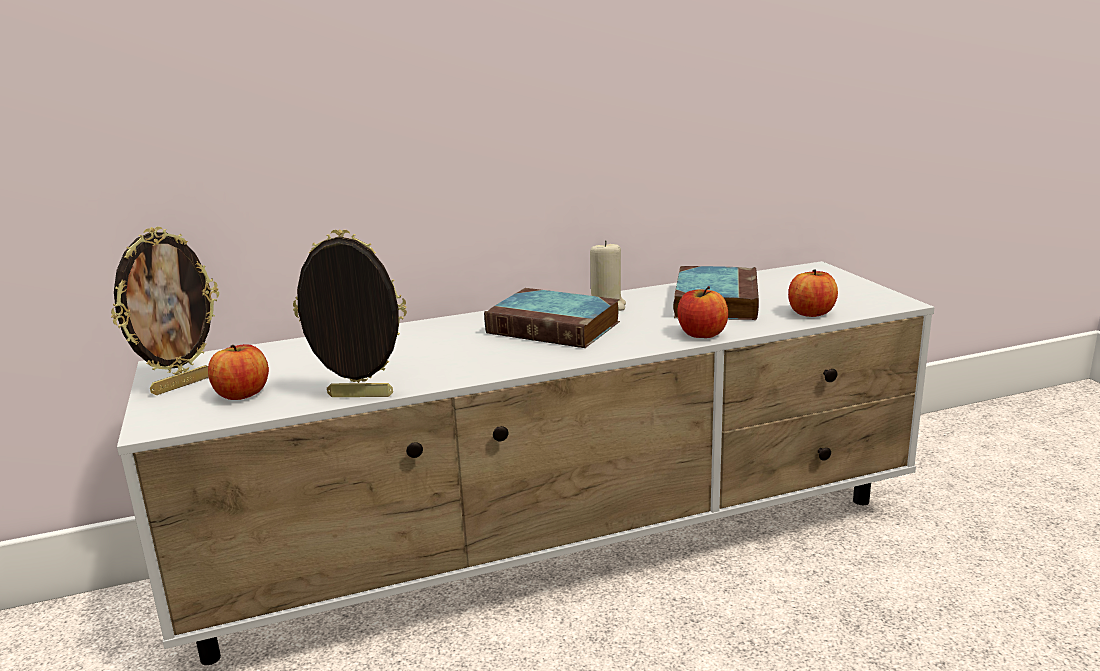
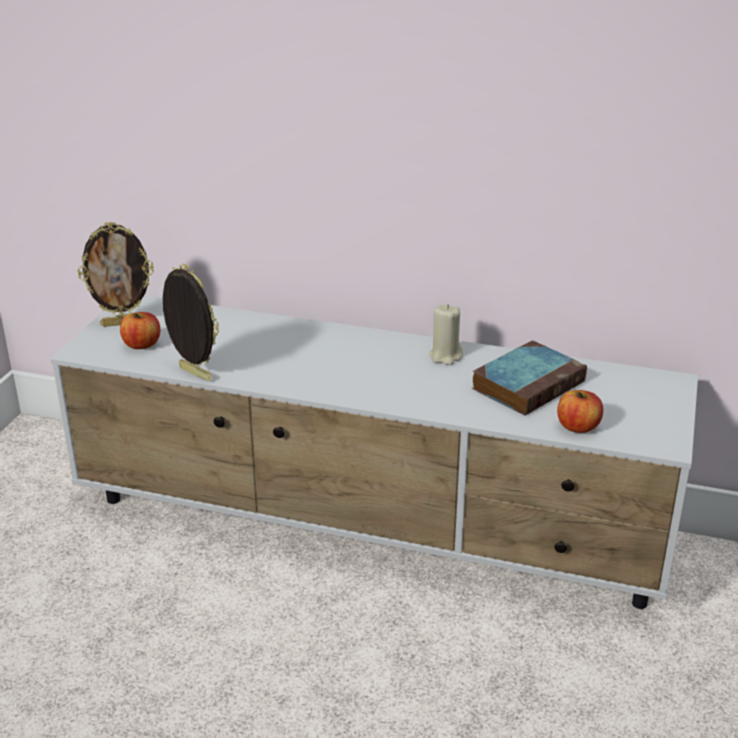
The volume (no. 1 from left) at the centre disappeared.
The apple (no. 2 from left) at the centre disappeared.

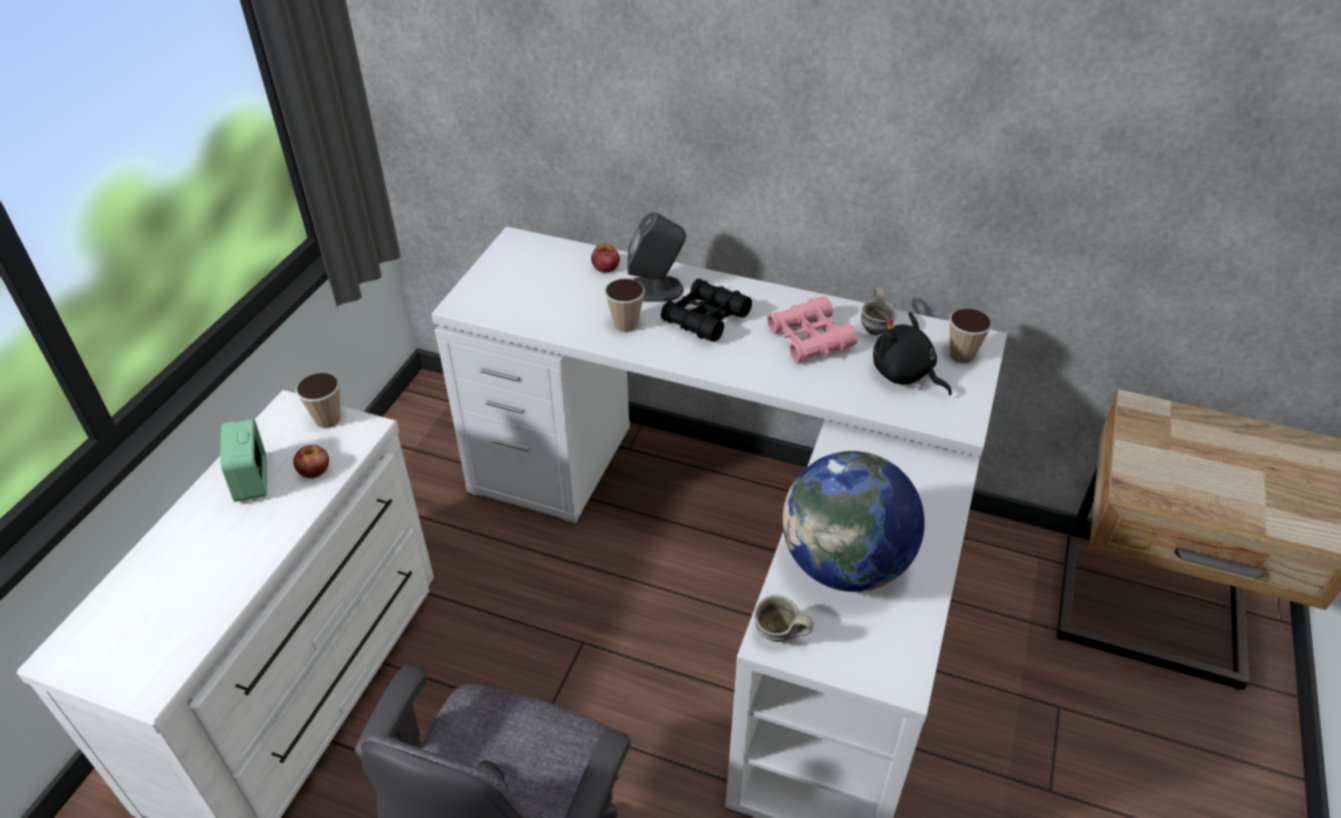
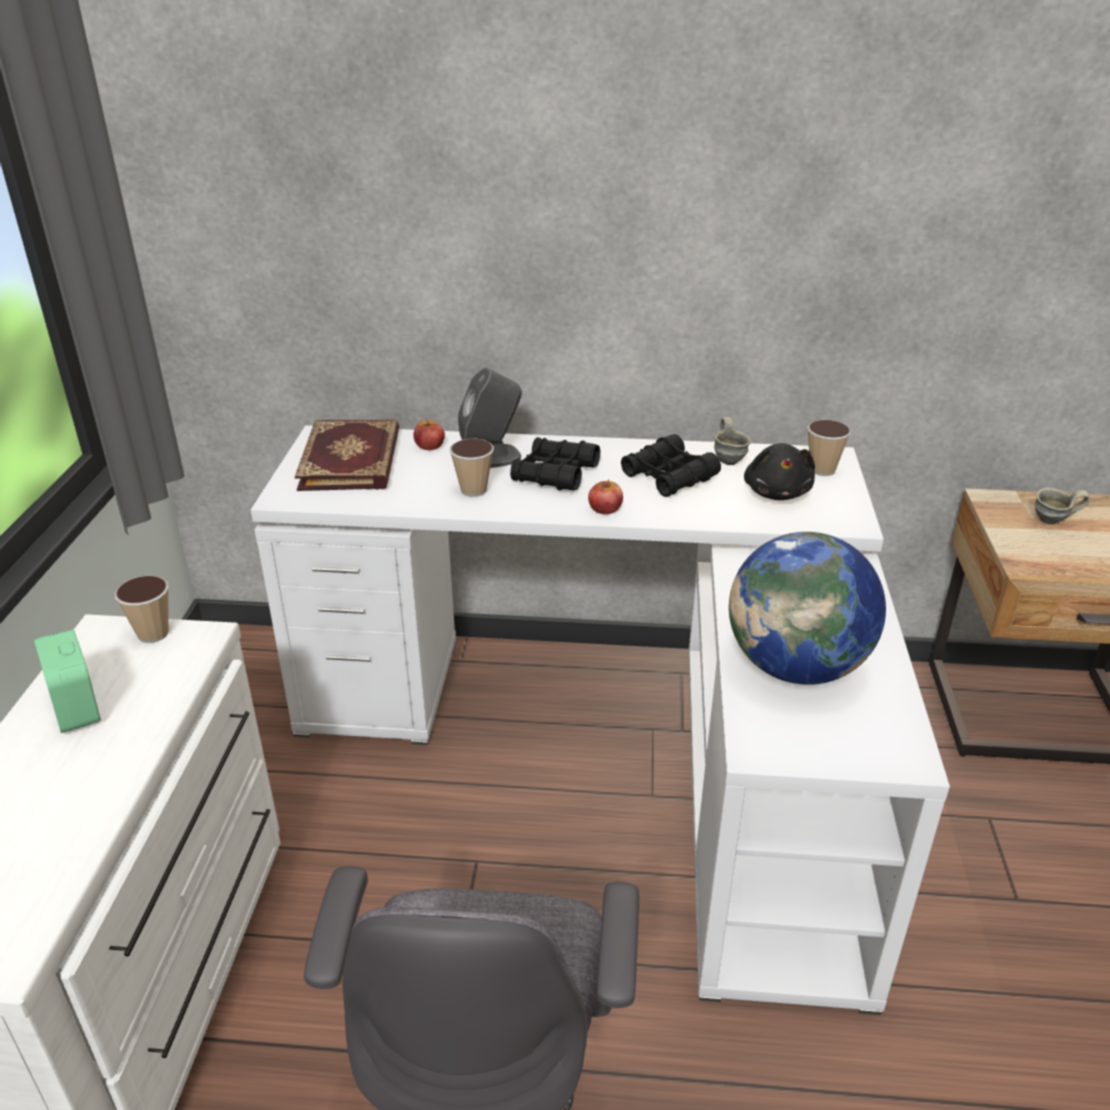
The volume at the middle left appeared.
The apple (no. 1 from left in the first image) moved from the middle left to the centre.
The mug/grey (no. 1 from left in the first image) moved from the bottom centre to the middle right.
The binoculars/pink-coloured at the centre became the binoculars/blackish (no. 2 from left) at the centre.
The plush toy/blackish at the middle right turned 120 degrees counterclockwise.

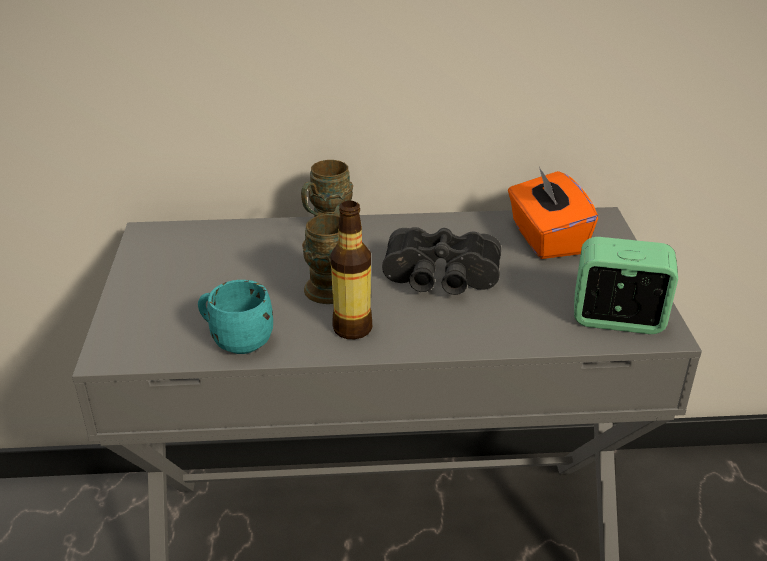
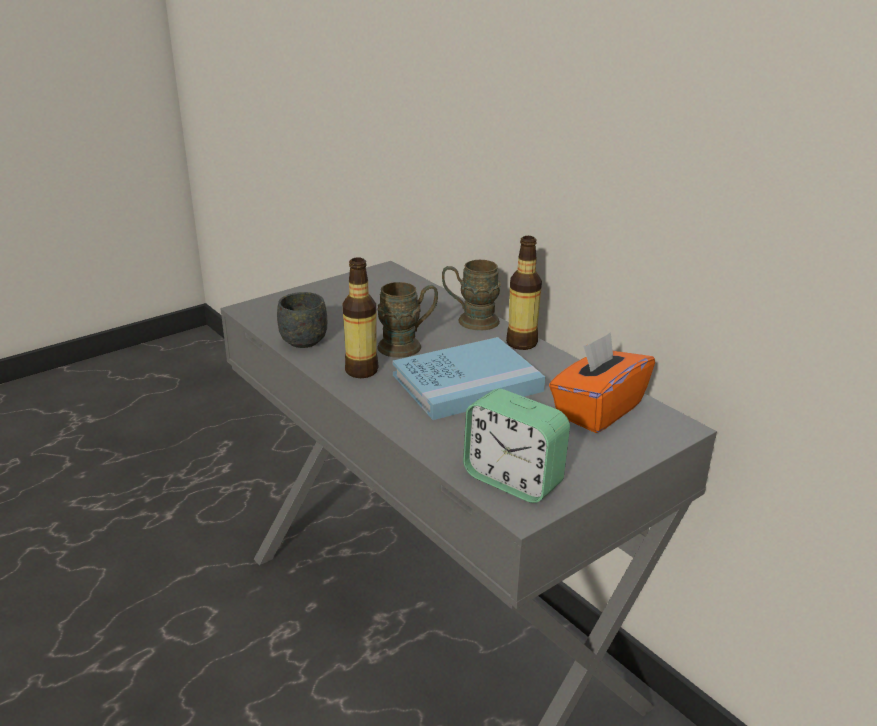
The drink bottle (no. 2 from left) at the centre appeared.
The binoculars/blackish at the centre was replaced by the volume/blue at the centre.
The mug/turquoise at the middle left became the mug/grey at the centre.
The bedside clock at the middle right turned 150 degrees clockwise.

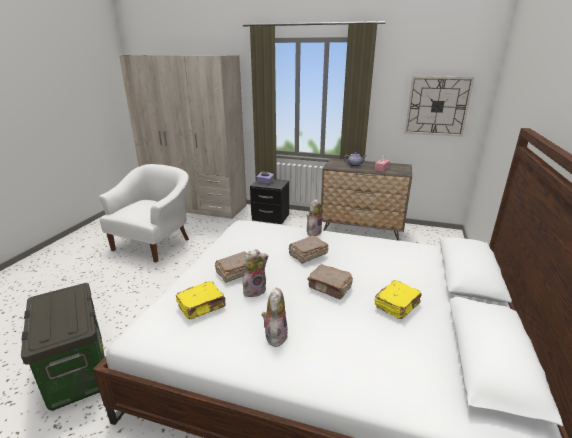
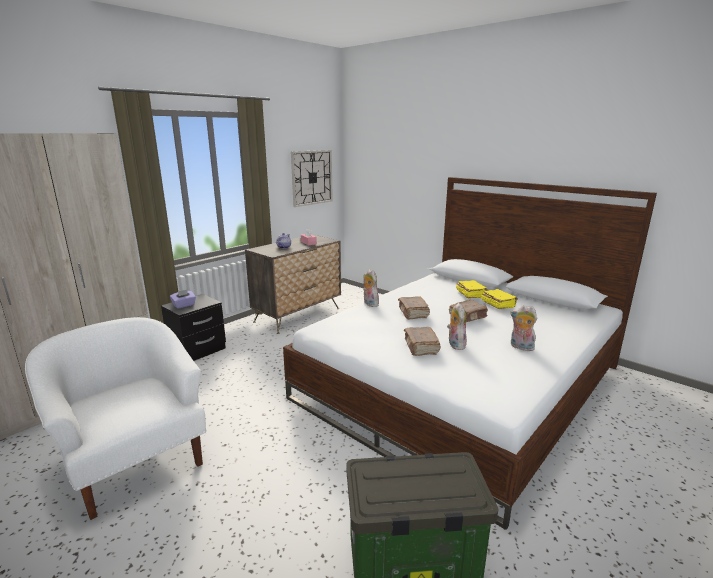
The volume/yellow (no. 1 from left) moved from the bottom centre to the centre.

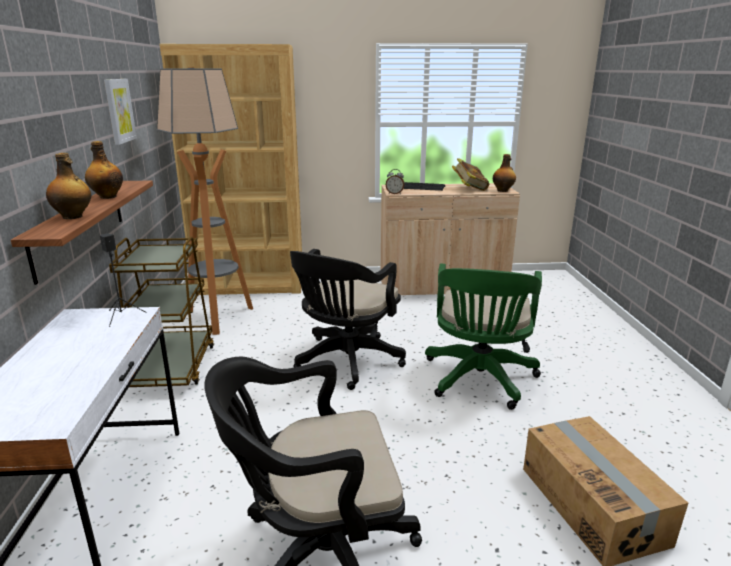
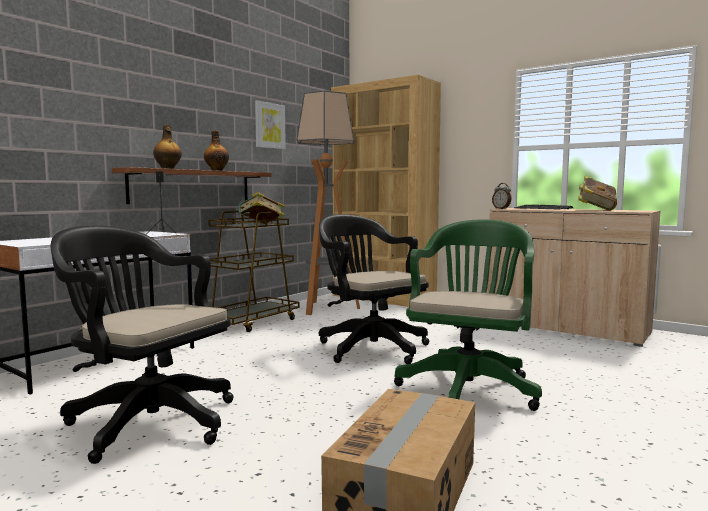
The drink bottle (no. 3 from left) at the top right disappeared.
The volume (no. 1 from left) at the centre appeared.
The computer chair/blackish (no. 2 from left) at the centre turned 75 degrees clockwise.
The computer chair/green at the centre turned 150 degrees clockwise.

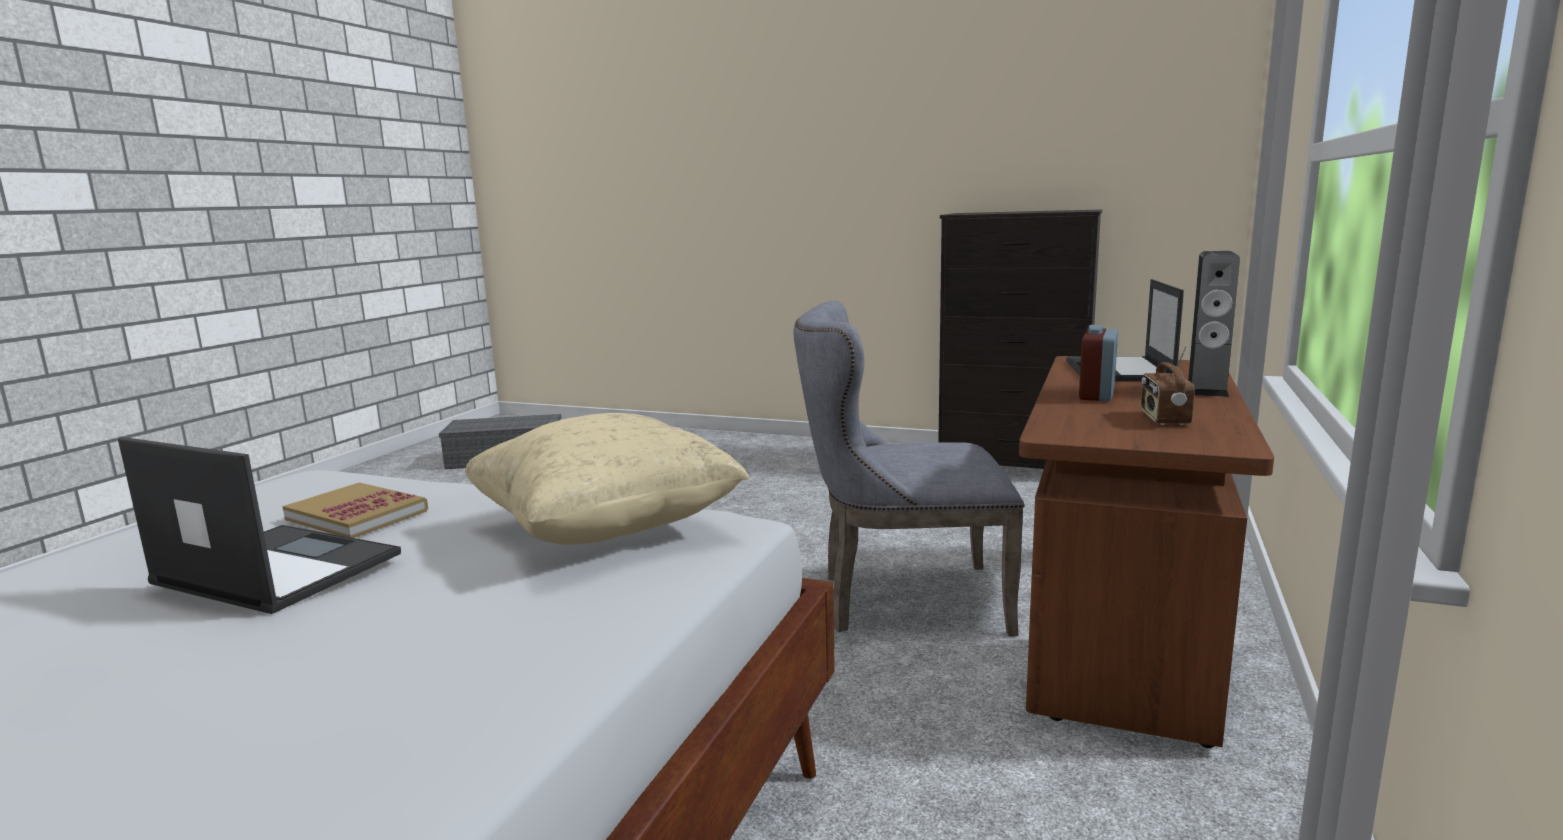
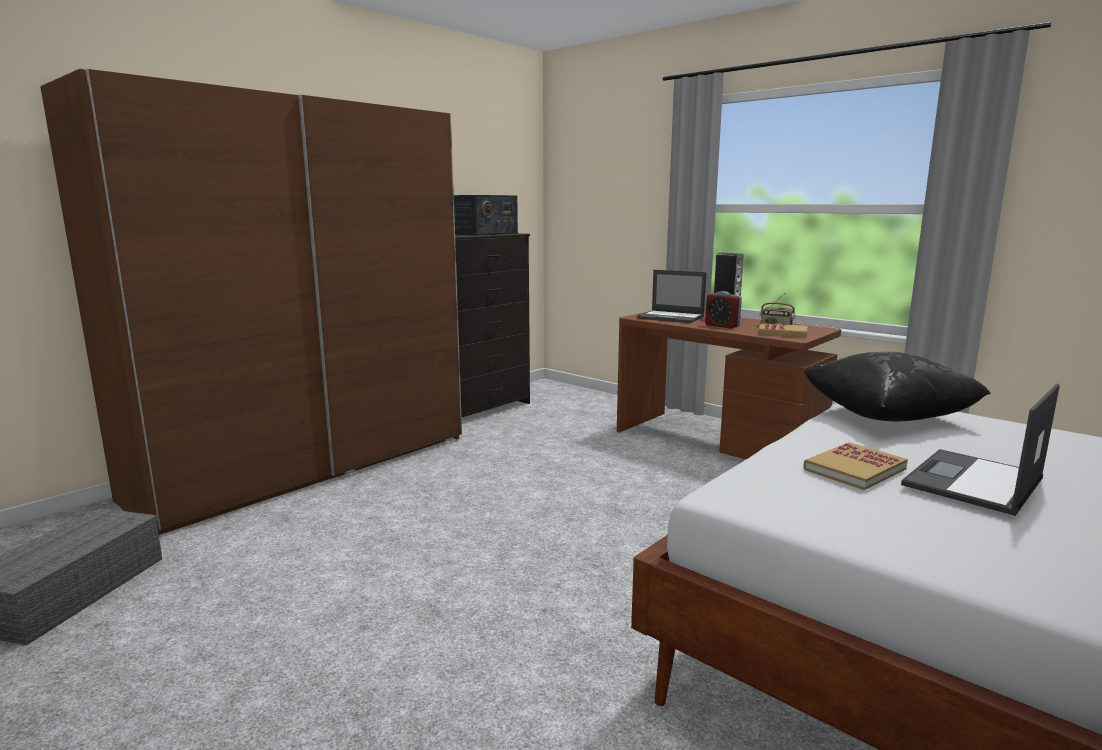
The chair/grey at the centre disappeared.
The wardrobe/brown at the middle left appeared.
The radio set (no. 1 from left) at the top centre appeared.
The volume (no. 1 from left) at the middle right appeared.
The cushion/beige at the centre became the cushion/blackish at the middle right.

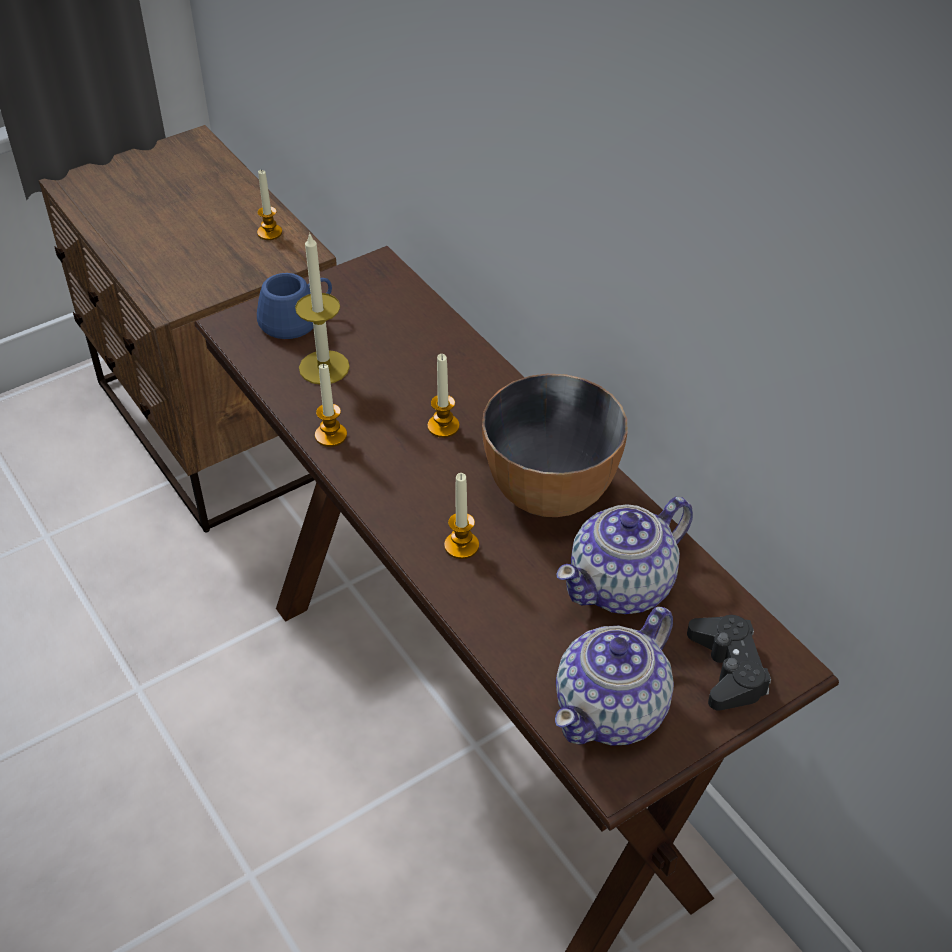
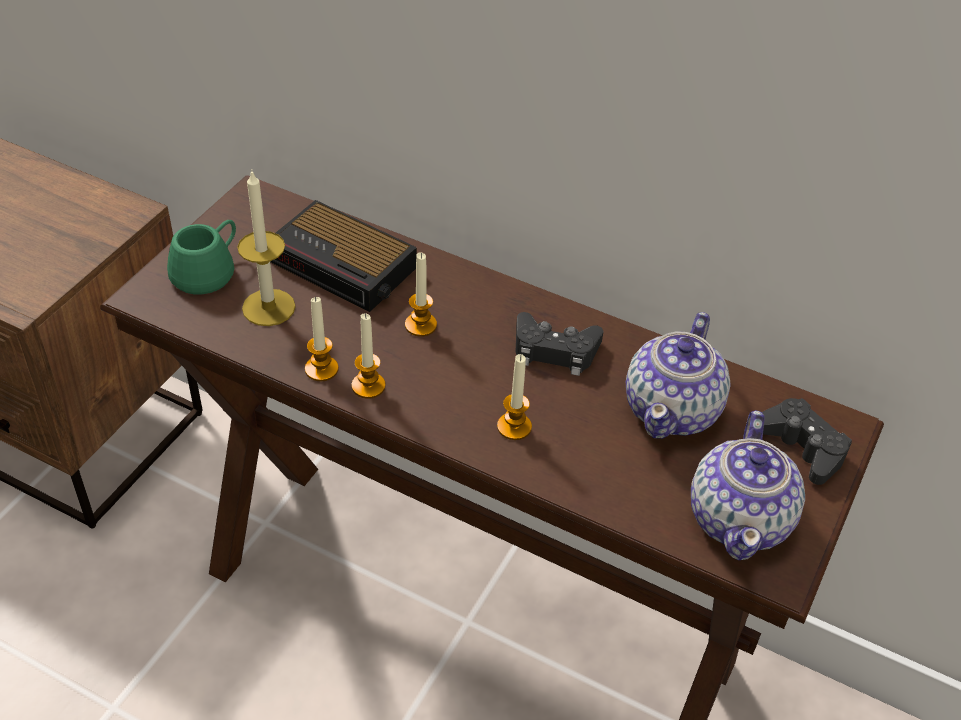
The bedside clock at the centre appeared.
The candle (no. 1 from left in the first image) moved from the top left to the centre.
The serving bowl at the centre was replaced by the game controller/blackish (no. 1 from left) at the centre.
The mug/blue at the top left became the mug/green at the middle left.

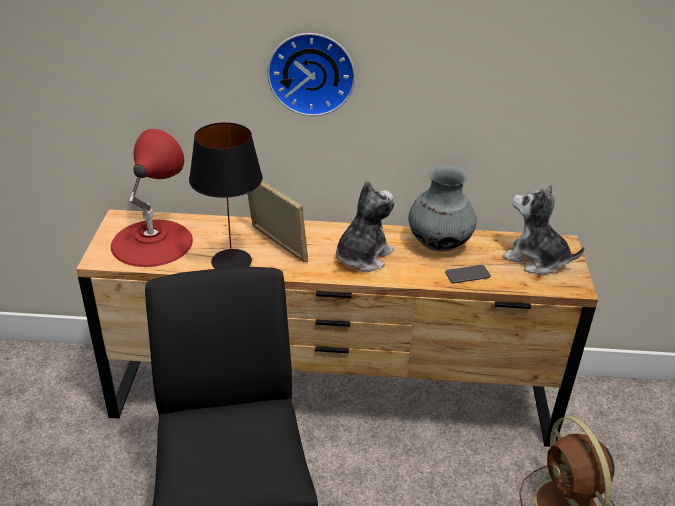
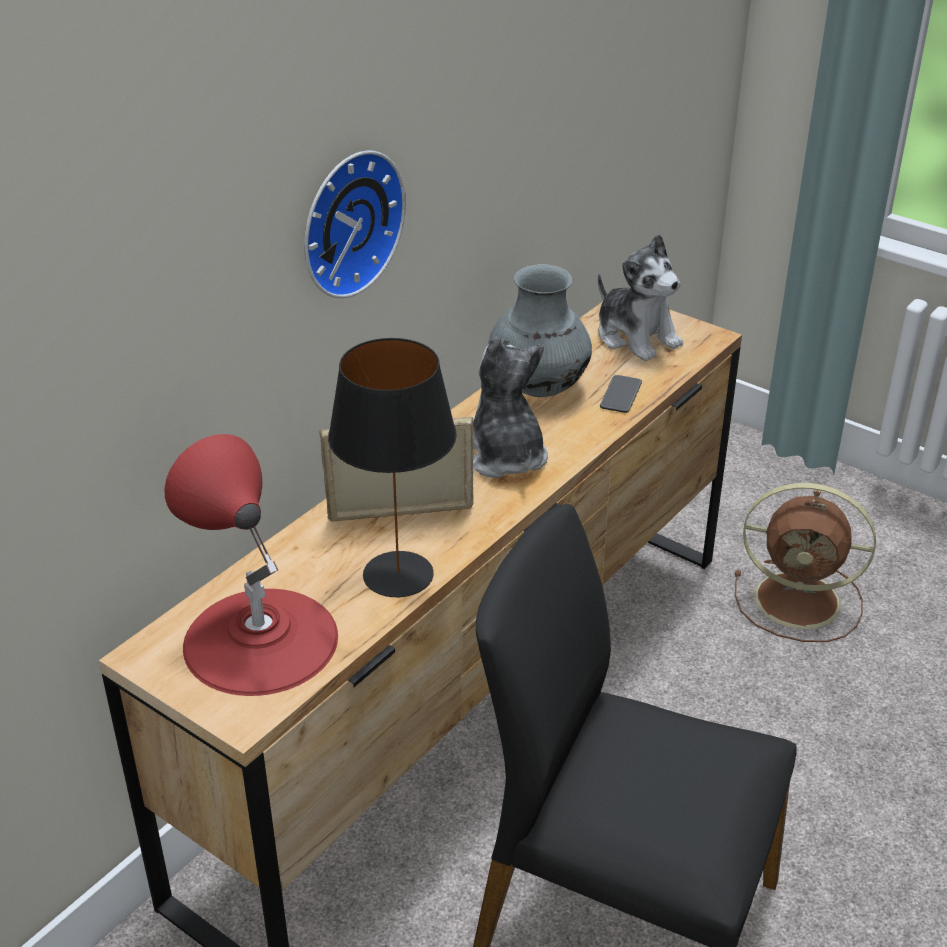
The plush toy (no. 2 from left) at the middle right turned 105 degrees counterclockwise.

